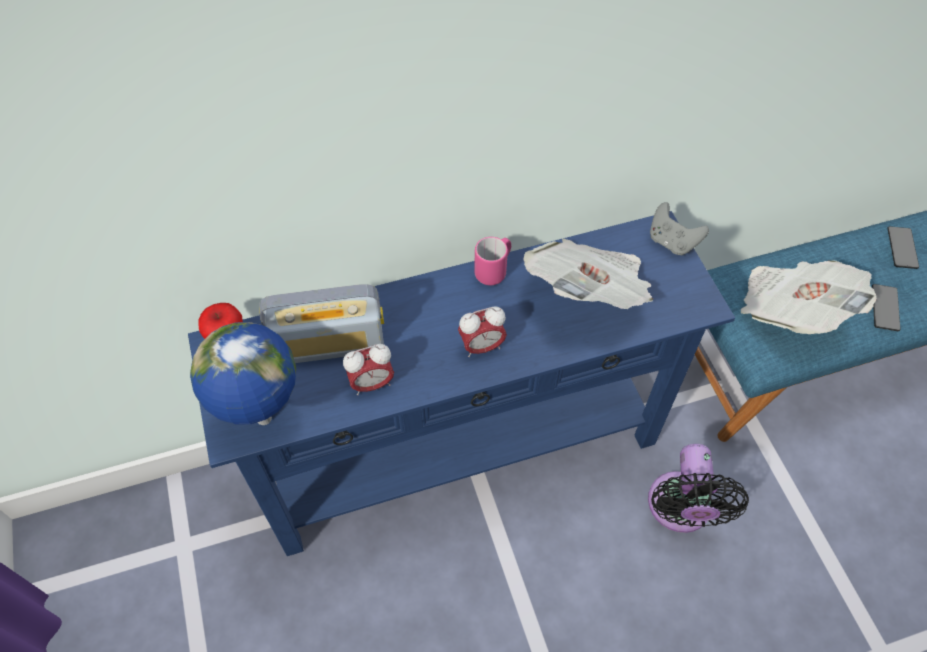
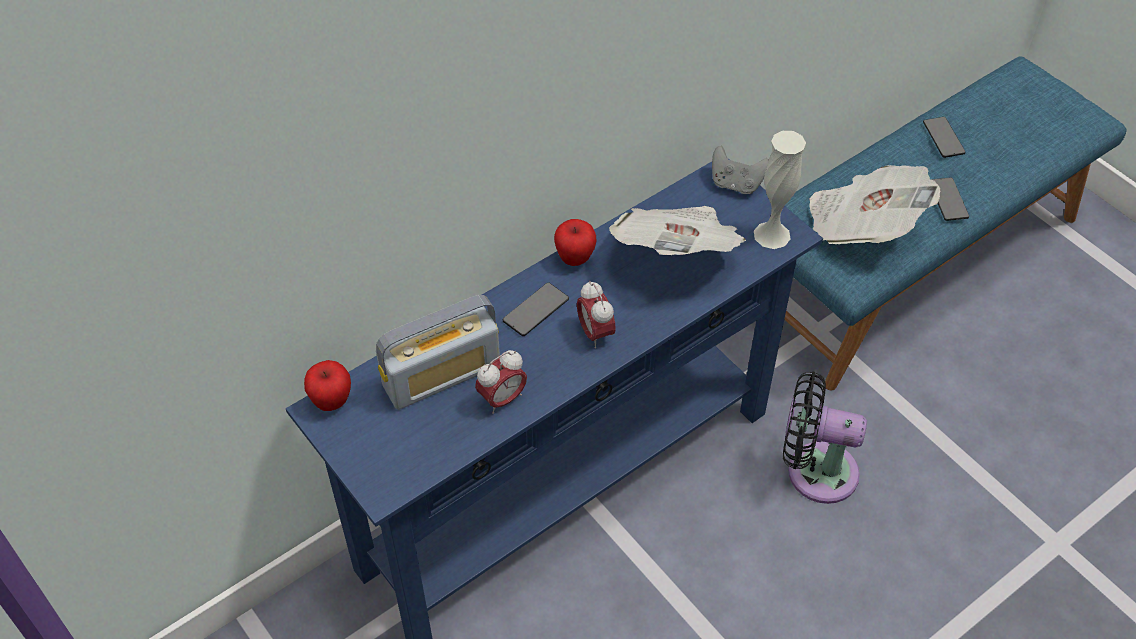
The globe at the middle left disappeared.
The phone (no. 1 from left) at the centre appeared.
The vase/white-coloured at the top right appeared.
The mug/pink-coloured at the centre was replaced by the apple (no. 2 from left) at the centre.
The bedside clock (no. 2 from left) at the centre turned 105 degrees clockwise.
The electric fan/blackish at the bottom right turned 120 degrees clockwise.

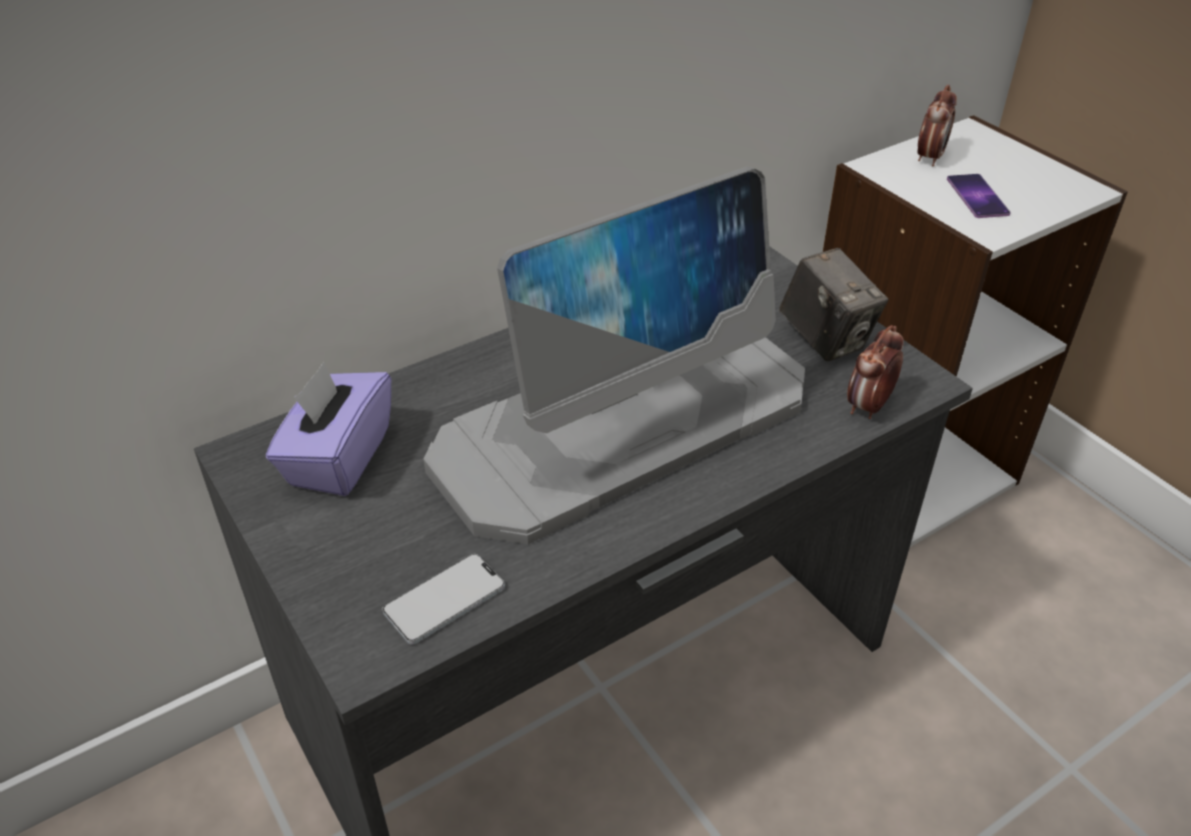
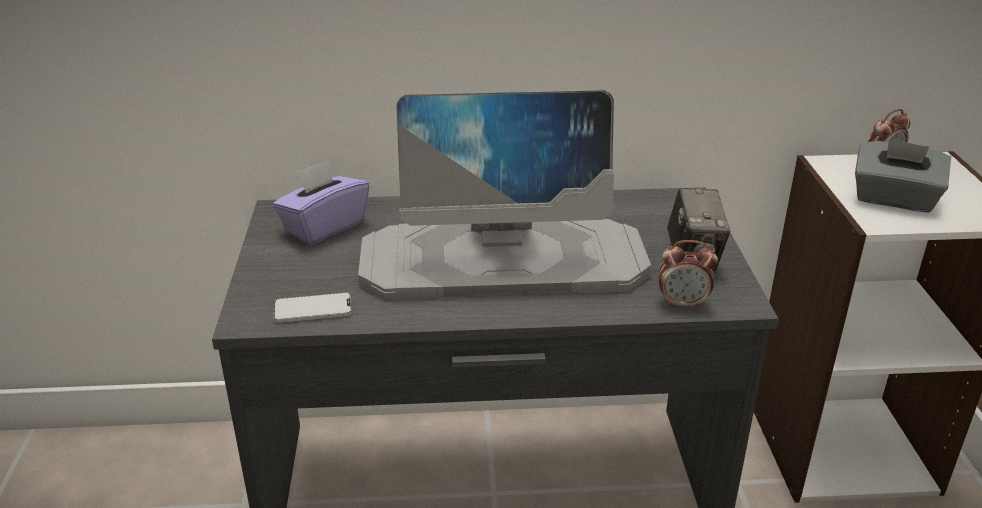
The phone (no. 2 from left) at the top right was replaced by the tissue box/grey at the middle right.
The bedside clock (no. 1 from left) at the middle right turned 150 degrees counterclockwise.

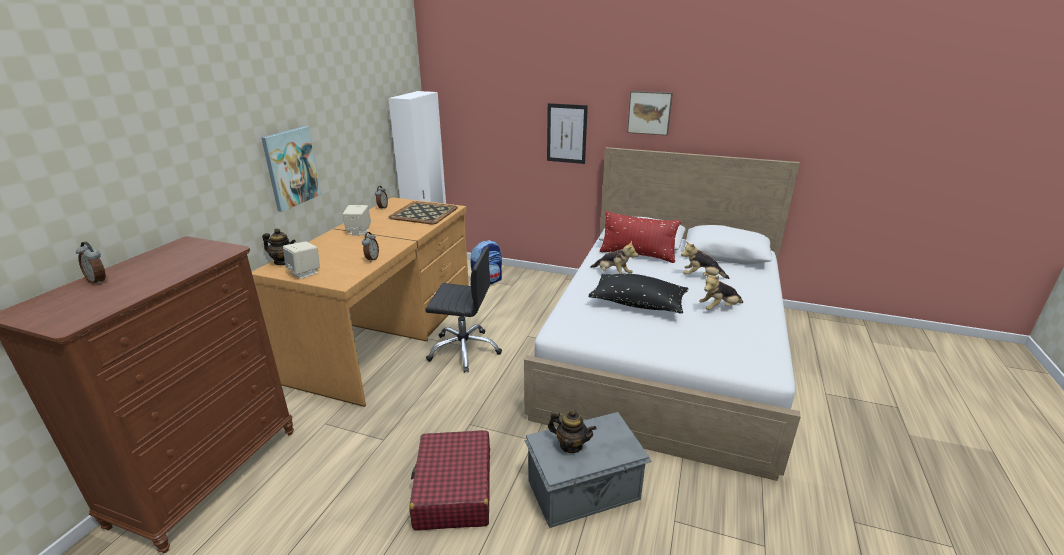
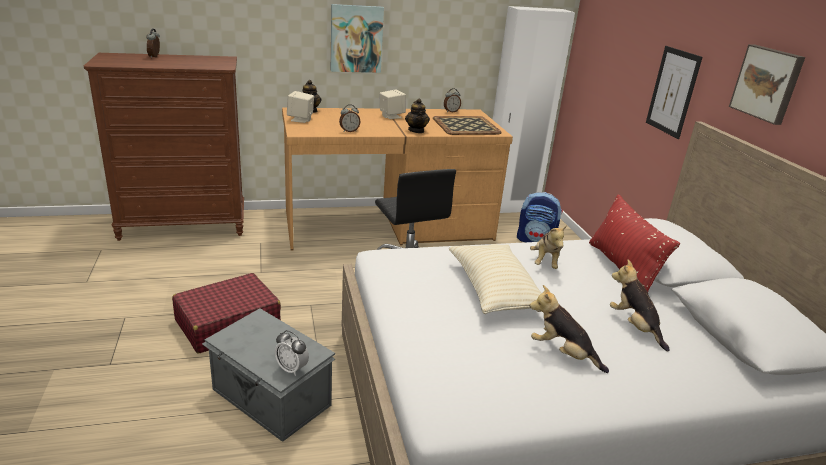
The bedside clock (no. 2 from left) at the bottom centre appeared.
The tea pot (no. 2 from left) moved from the bottom centre to the top centre.
The cushion/blackish at the centre became the cushion/beige at the centre.

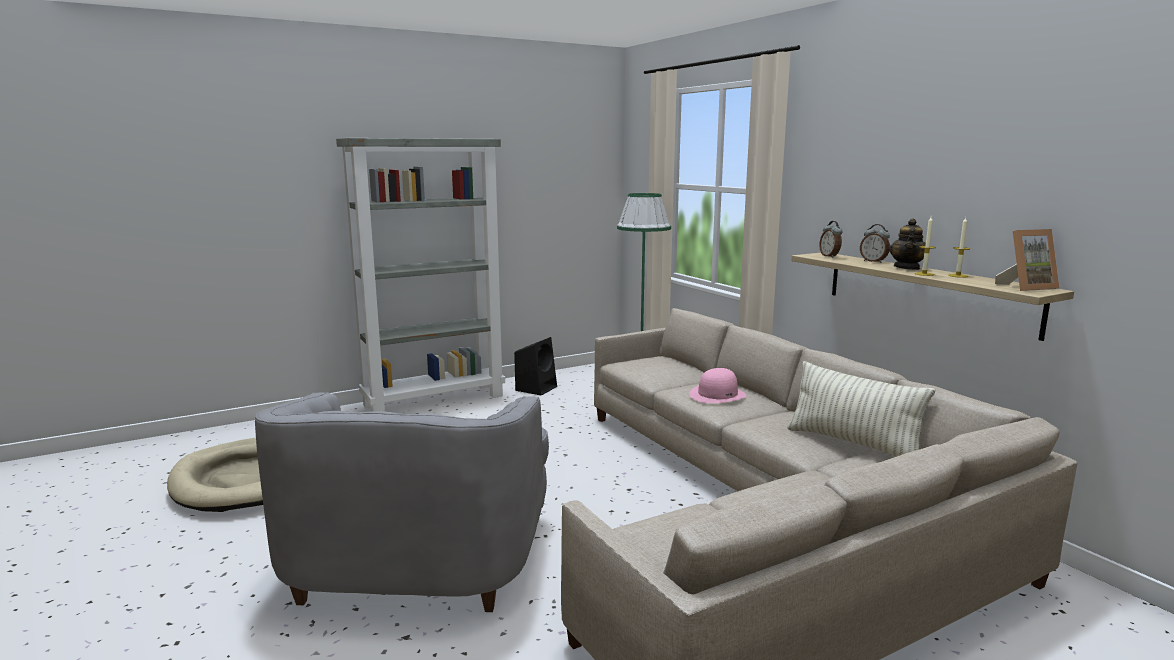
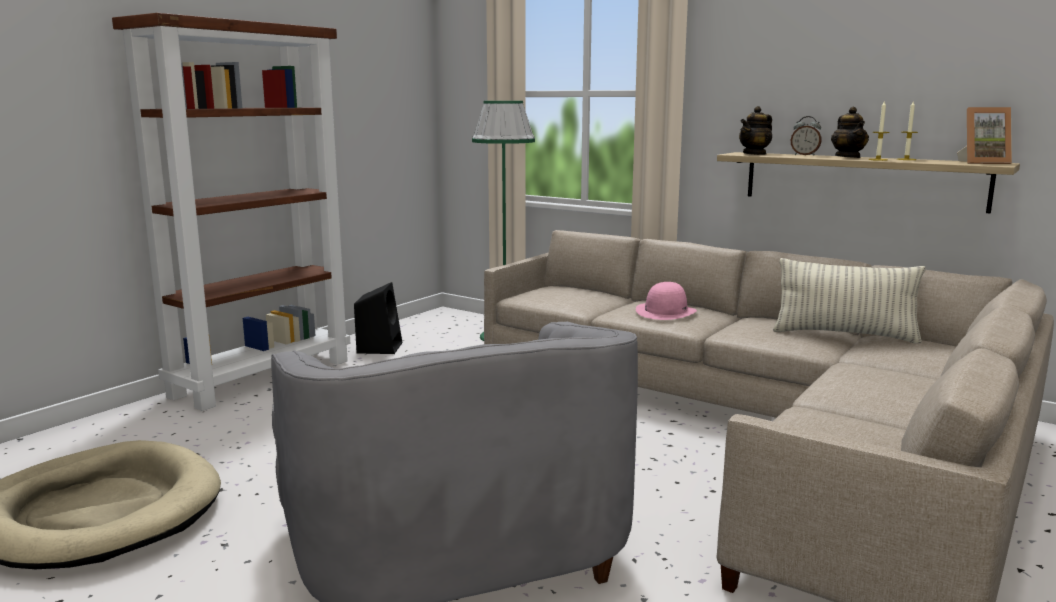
The bedside clock (no. 1 from left) at the middle right was replaced by the tea pot (no. 1 from left) at the top right.
The bookshelf/grey at the centre became the bookshelf/brown at the middle left.
The photo frame at the middle right turned 45 degrees clockwise.

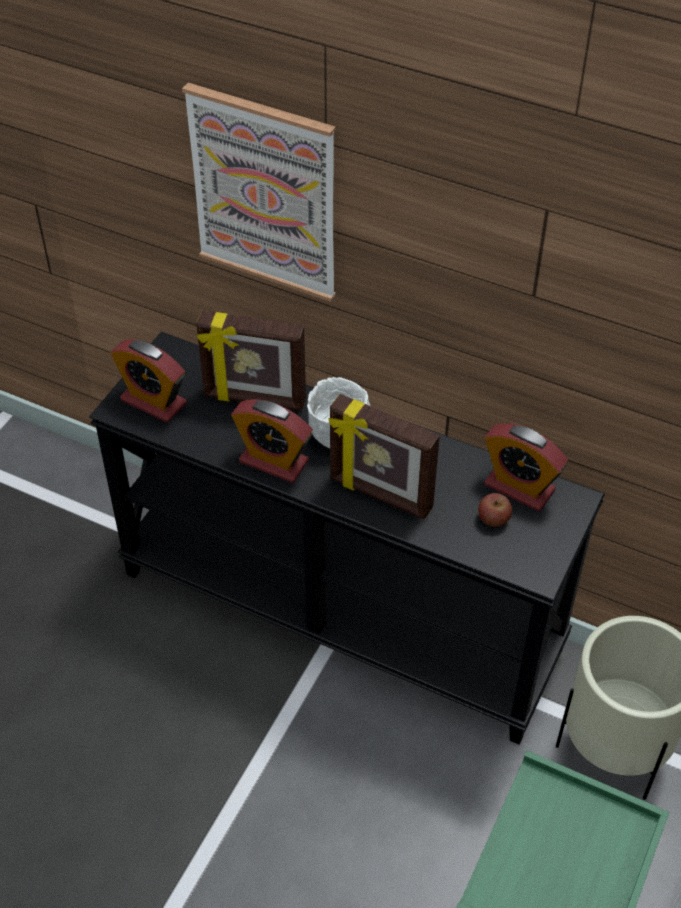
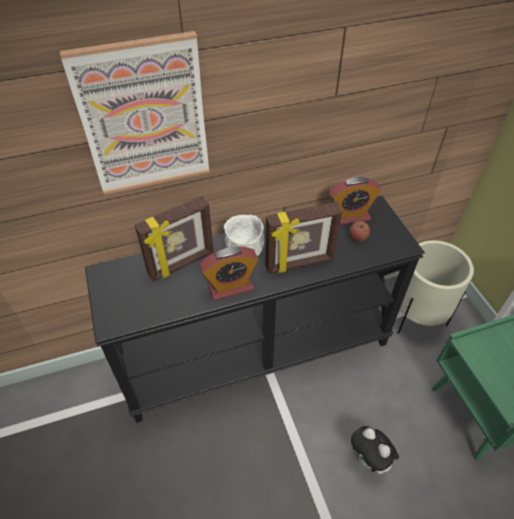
The bedside clock (no. 1 from left) at the middle left disappeared.
The plush toy at the bottom right appeared.

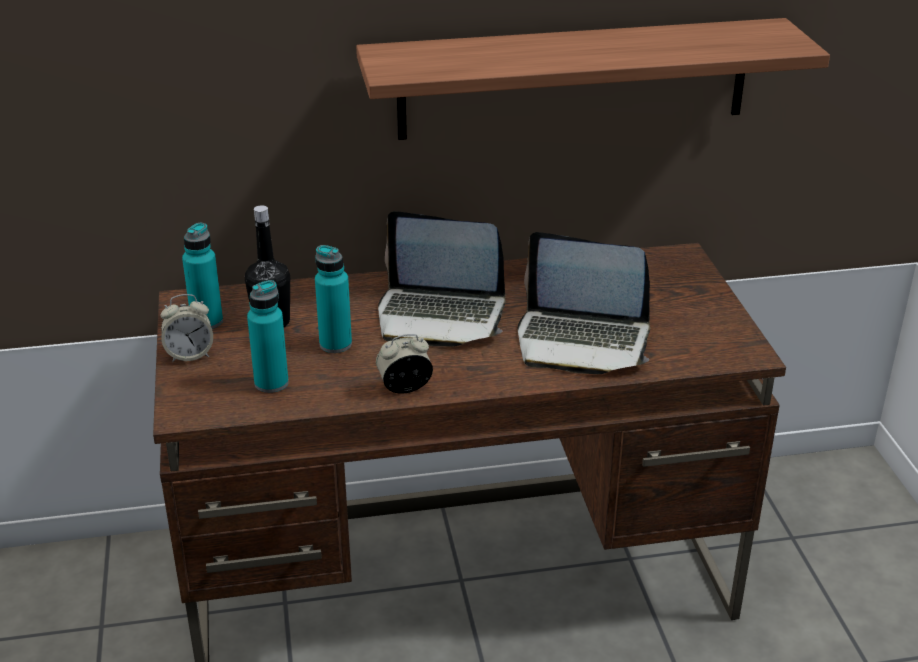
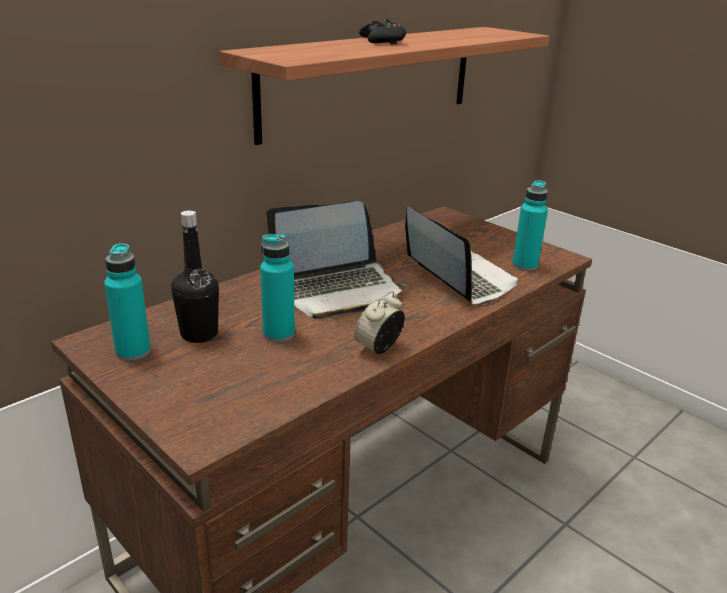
The bedside clock (no. 1 from left) at the middle left disappeared.
The game controller/blackish at the top centre appeared.
The drink bottle/turquoise (no. 2 from left in the first image) moved from the middle left to the middle right.
The portable computer (no. 2 from left) at the centre turned 105 degrees counterclockwise.

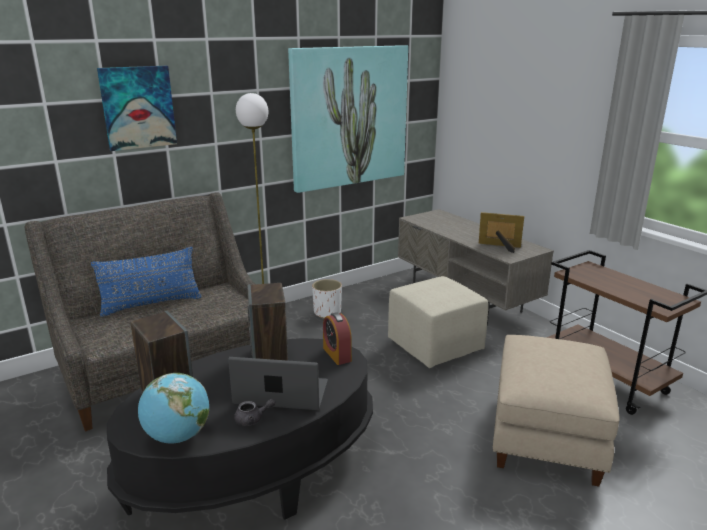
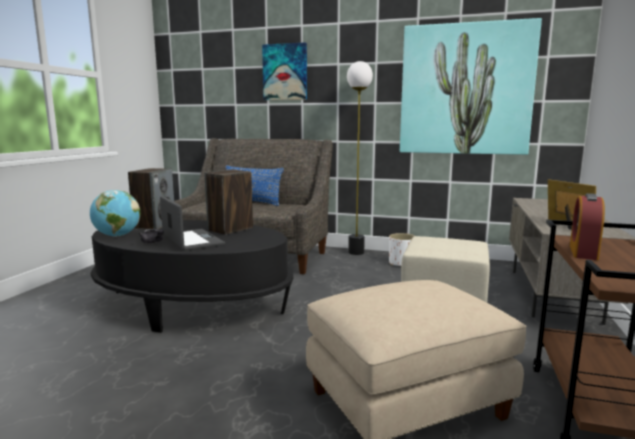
The bedside clock moved from the centre to the middle right.

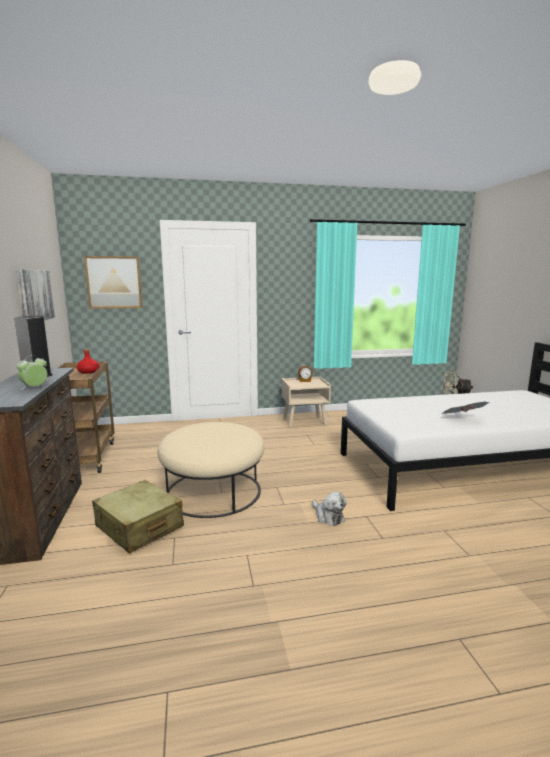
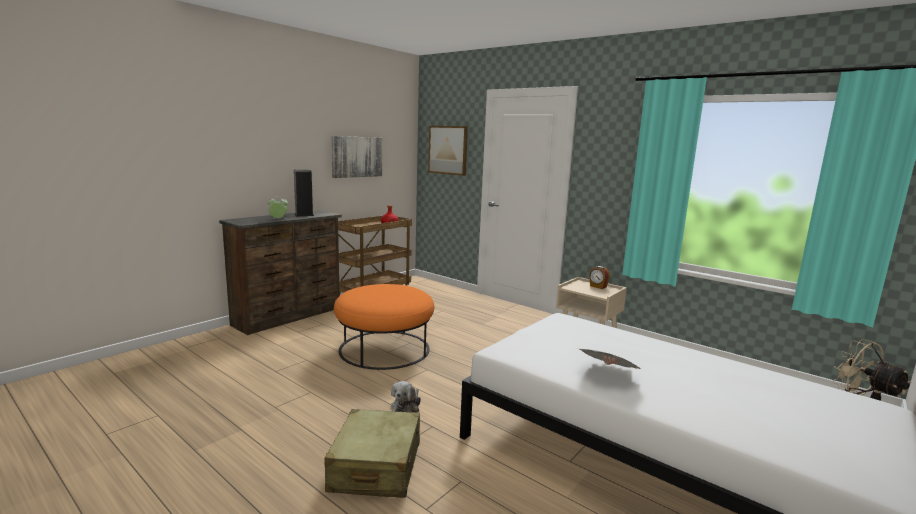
The suitcase/beige moved from the bottom left to the bottom centre.
The ottoman/beige at the centre became the ottoman/orangey at the centre.

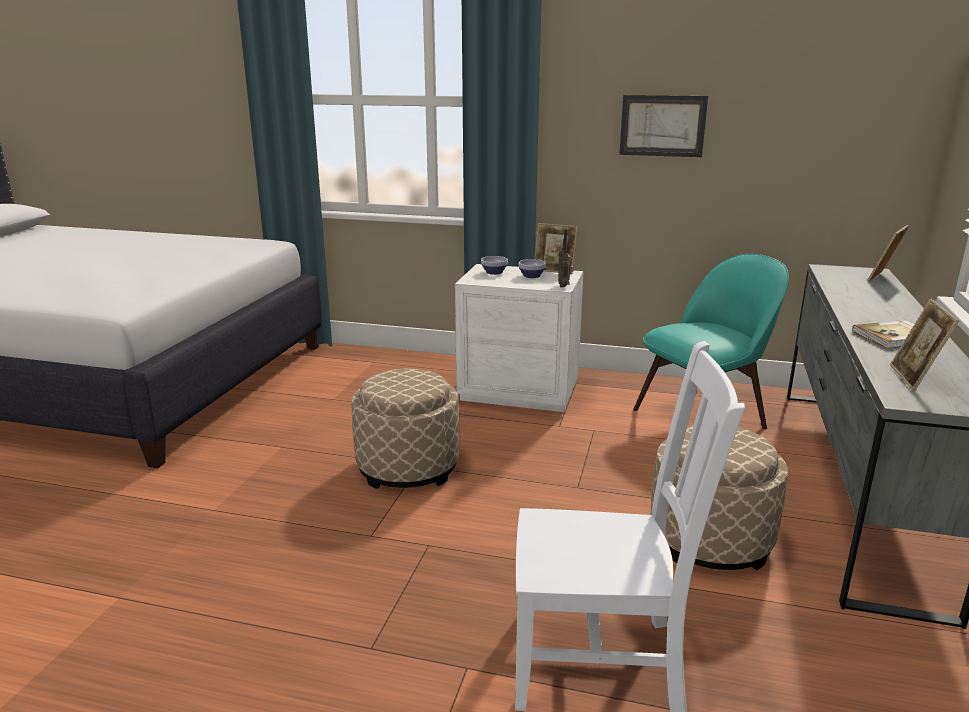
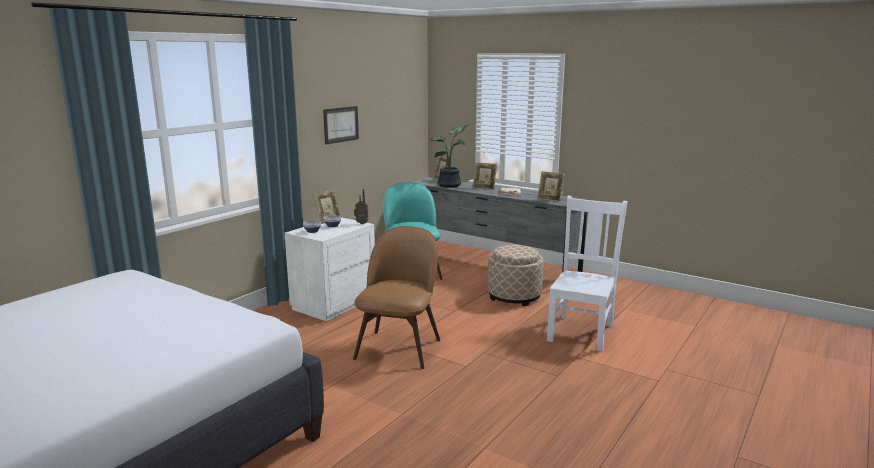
The houseplant at the centre appeared.
The photo frame (no. 3 from left) at the centre appeared.
The ottoman/beige (no. 1 from left) at the centre was replaced by the chair/brown at the centre.

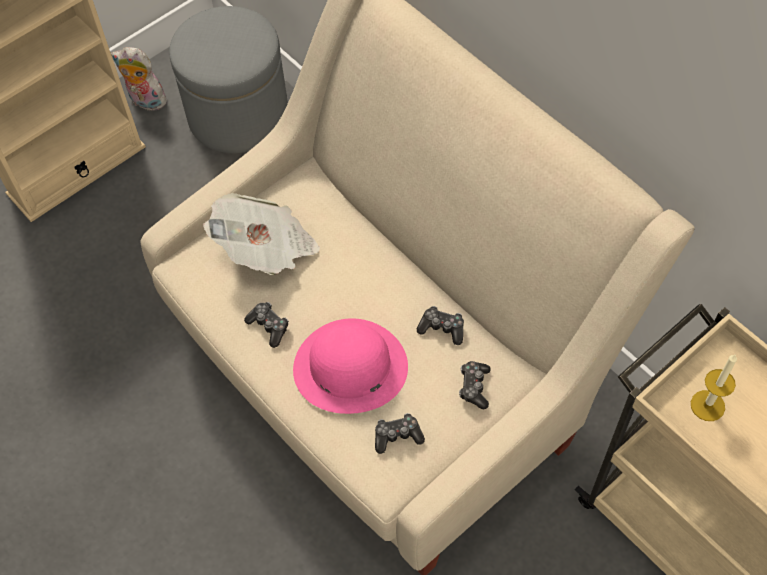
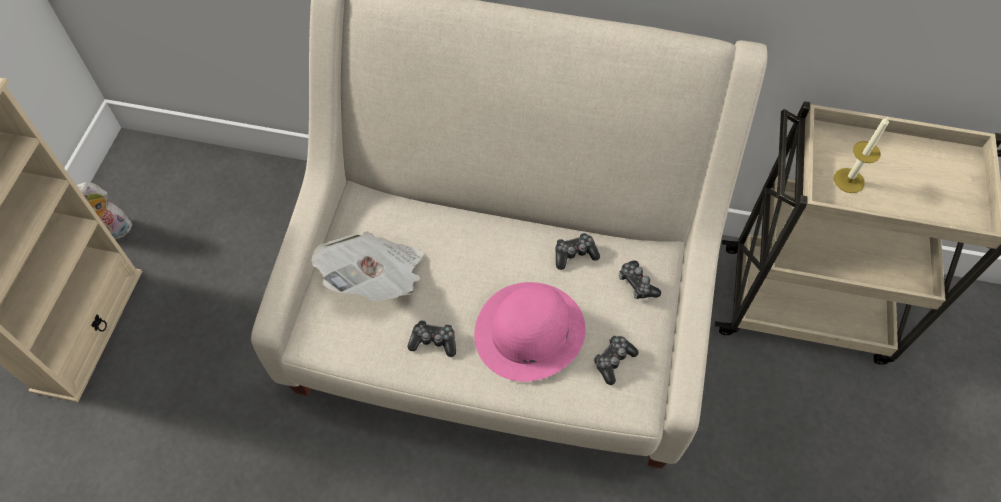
The ottoman/grey at the top left disappeared.

